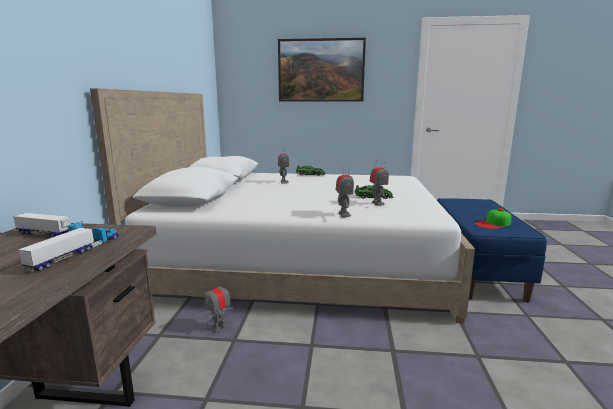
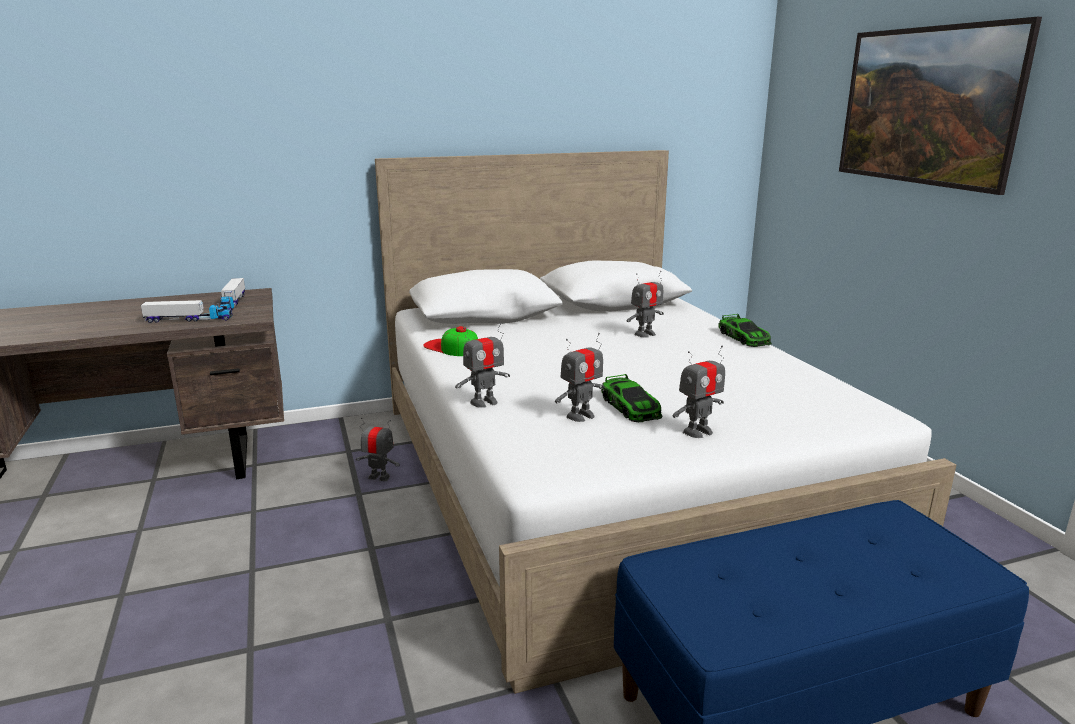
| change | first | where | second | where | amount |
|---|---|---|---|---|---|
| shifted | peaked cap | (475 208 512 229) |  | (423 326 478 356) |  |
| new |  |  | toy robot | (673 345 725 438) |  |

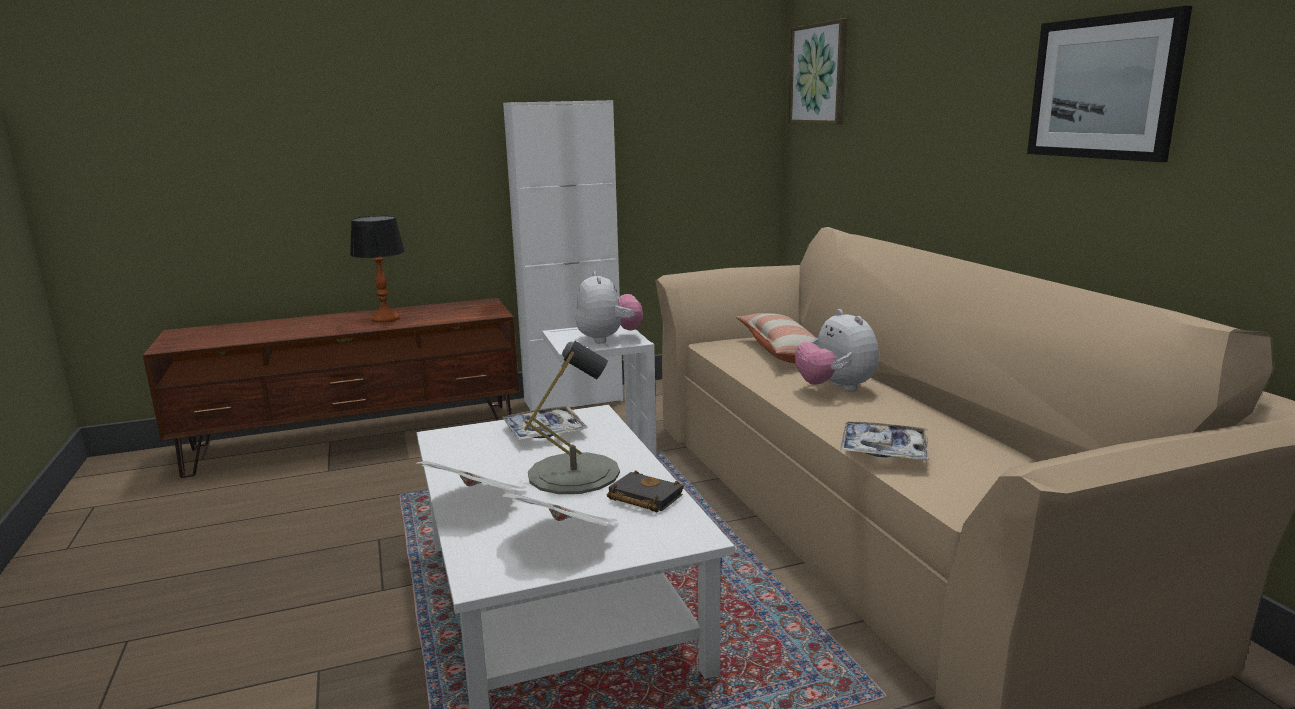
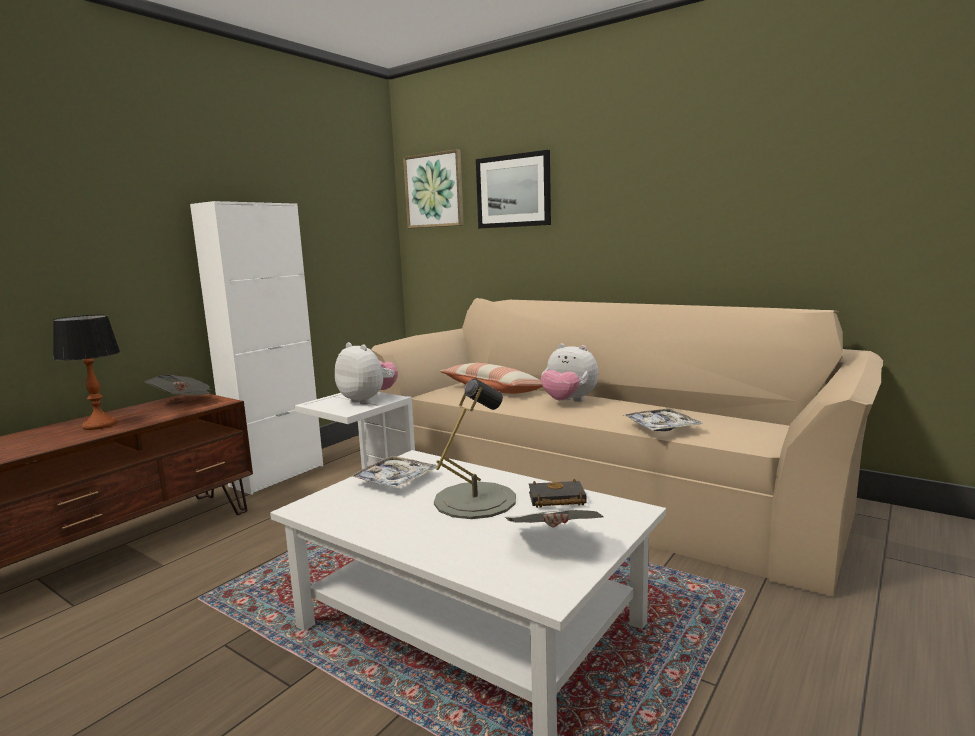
| change | first | where | second | where | amount |
|---|---|---|---|---|---|
| shifted | daily paper | (417 461 527 491) |  | (144 375 212 395) |  |
| shifted | wall art | (1027 6 1192 162) |  | (476 150 551 228) |  |

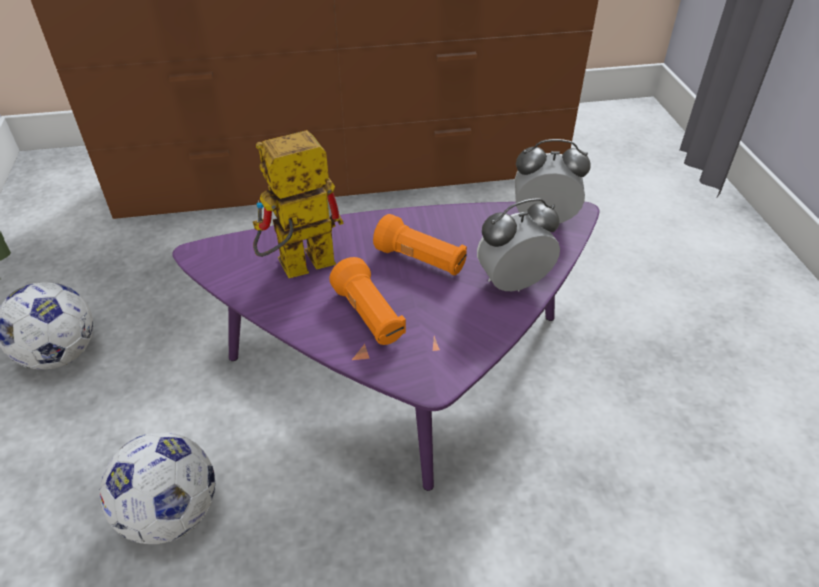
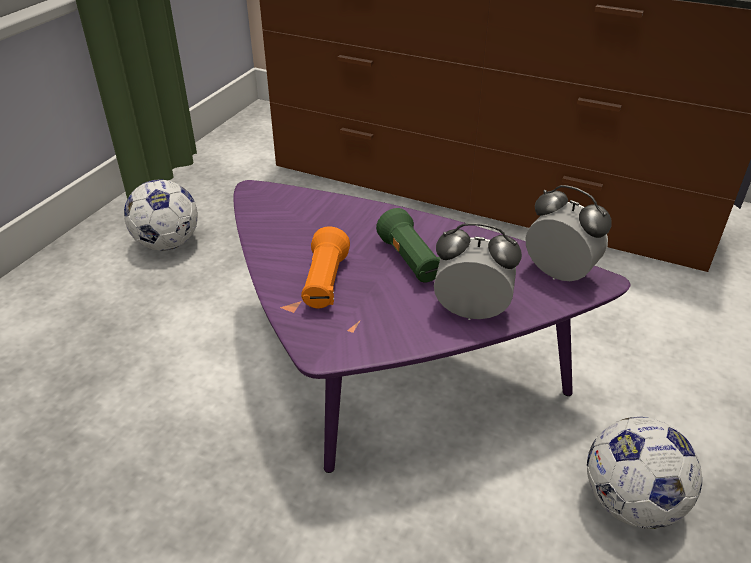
| change | first | where | second | where | amount |
|---|---|---|---|---|---|
| repainted | hand torch (orange) | (373 214 467 275) | hand torch (green-coloured) | (376 208 440 282) |  |
| shifted | football | (99 432 215 544) |  | (587 417 702 529) |  |
| gone | toy robot | (253 130 344 278) |  |  |  |

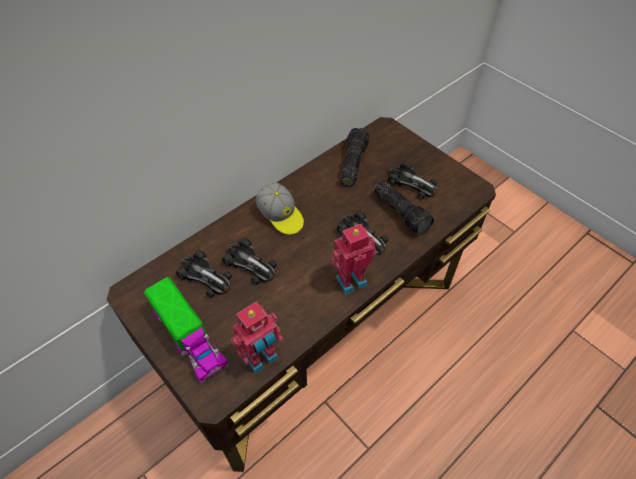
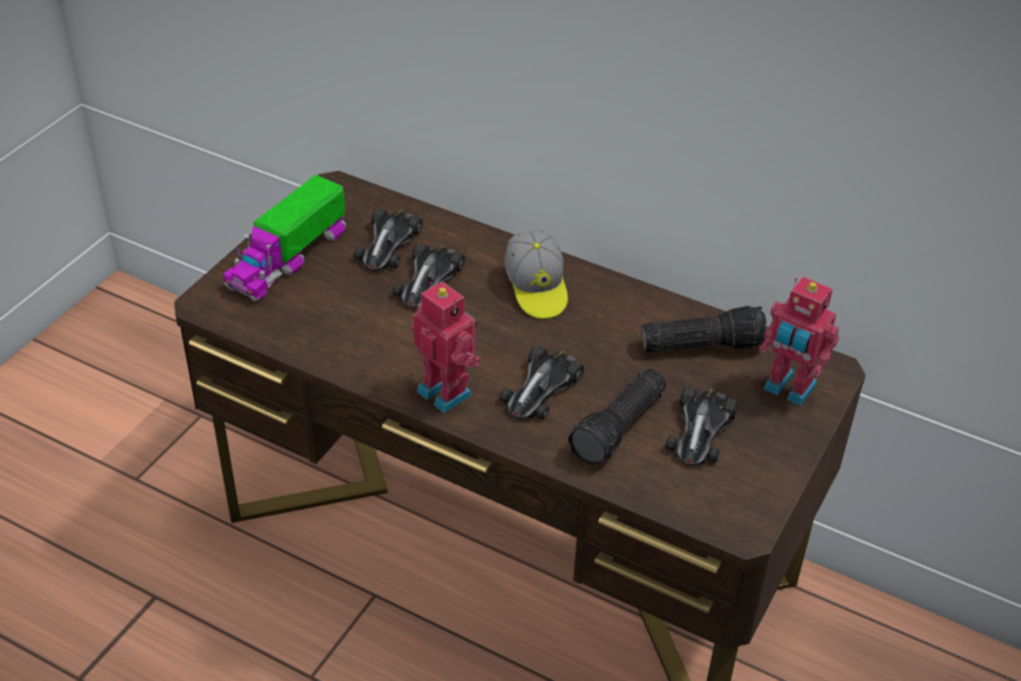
| change | first | where | second | where | amount |
|---|---|---|---|---|---|
| rotated | peaked cap | (256 182 304 235) |  | (505 231 568 319) | 45 degrees counterclockwise |
| shifted | toy robot | (231 302 284 374) |  | (760 276 839 406) |  |

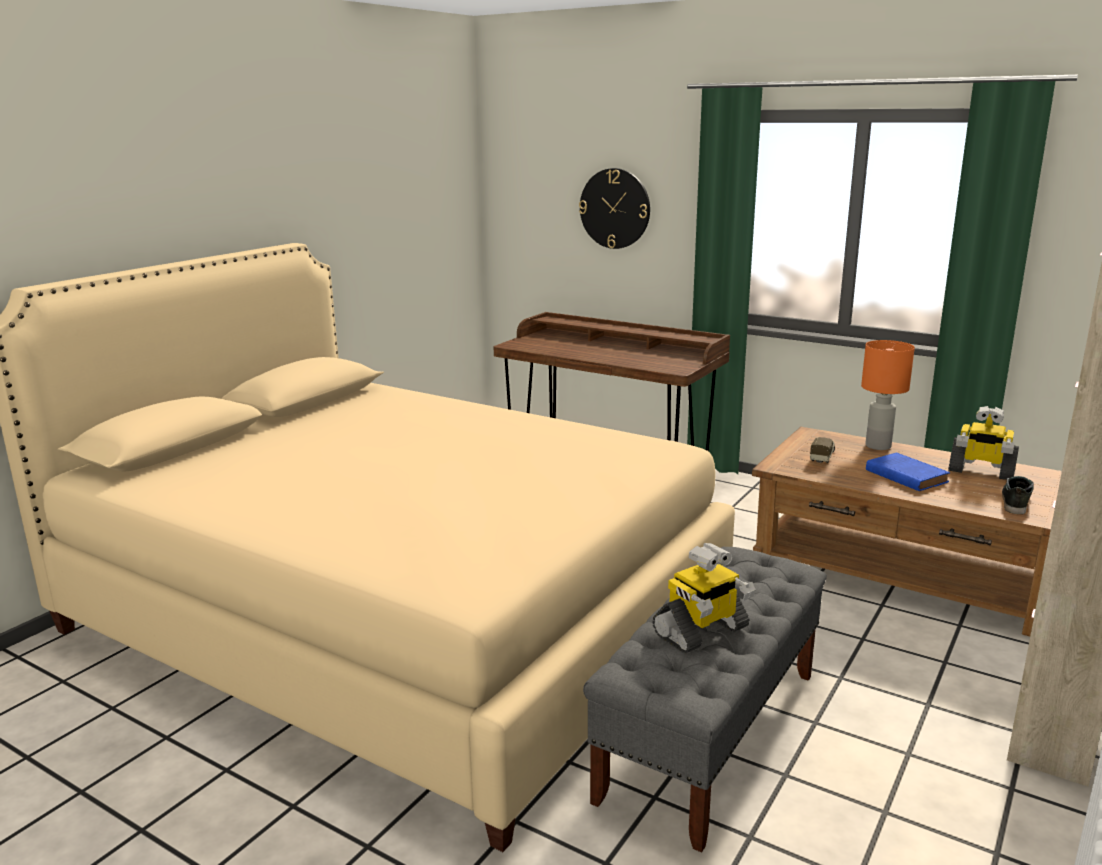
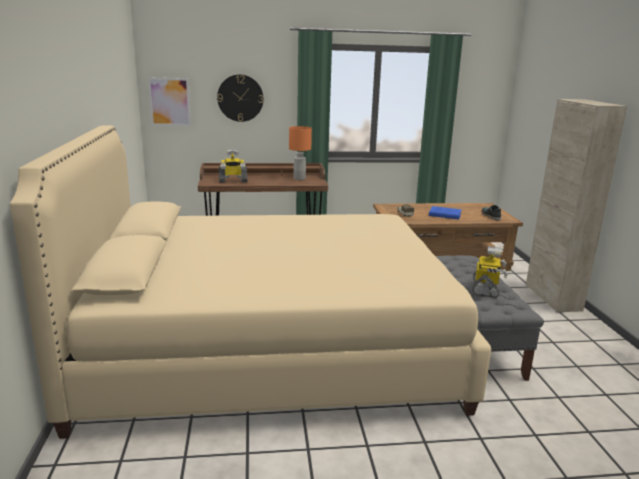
| change | first | where | second | where | amount |
|---|---|---|---|---|---|
| new |  |  | wall art | (148 77 191 126) |  |
| shifted | toy robot | (948 406 1019 480) |  | (219 149 248 183) |  |
| shifted | tabletop lamp (orange) | (861 340 915 450) |  | (289 126 312 180) |  |

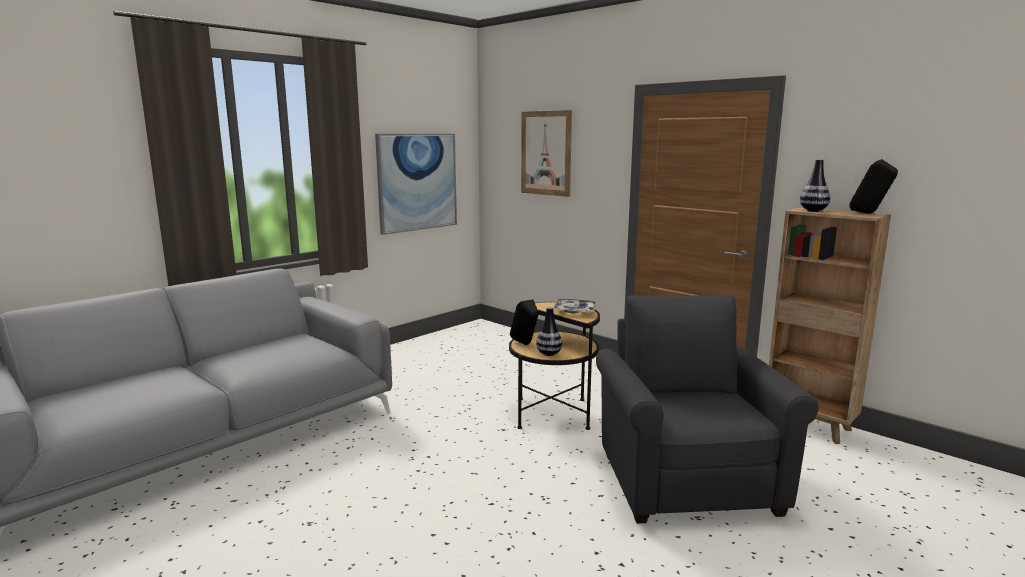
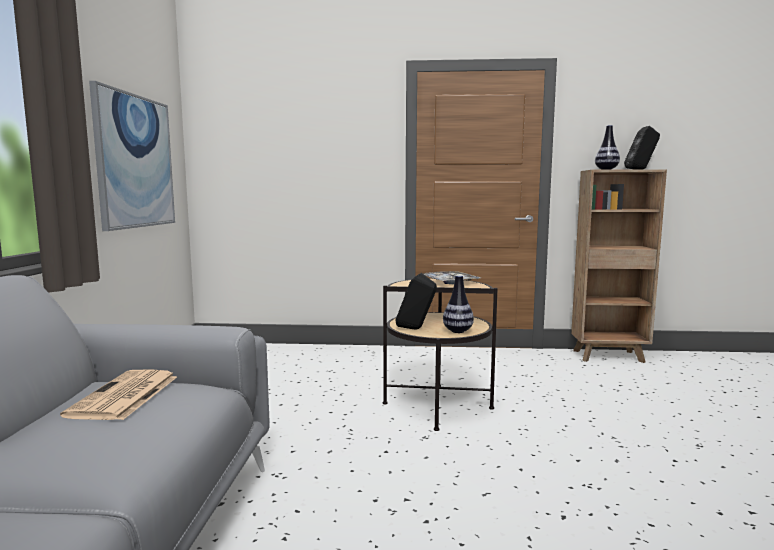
| change | first | where | second | where | amount |
|---|---|---|---|---|---|
| new |  |  | daily paper | (60 369 177 420) |  |
| gone | wall art | (521 110 572 197) |  |  |  |
| gone | armchair (greyish) | (596 294 819 524) |  |  |  |

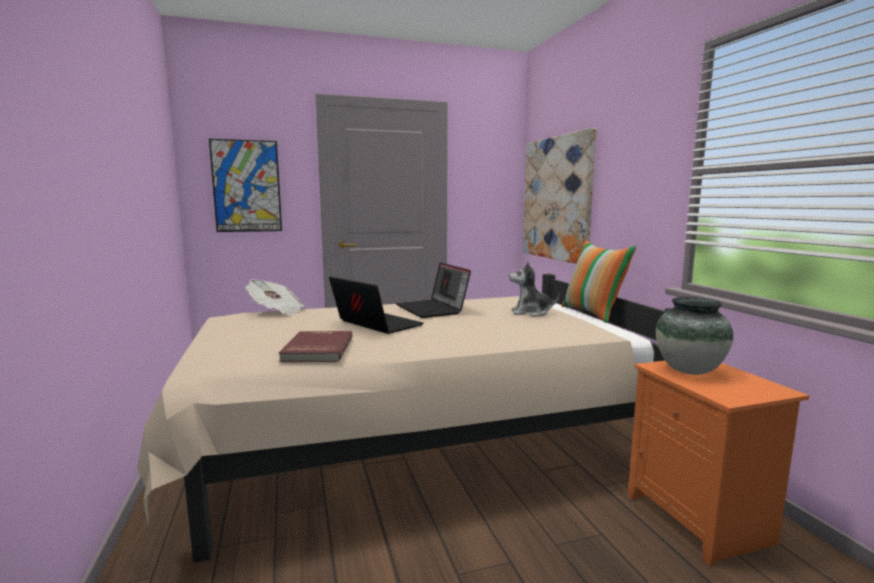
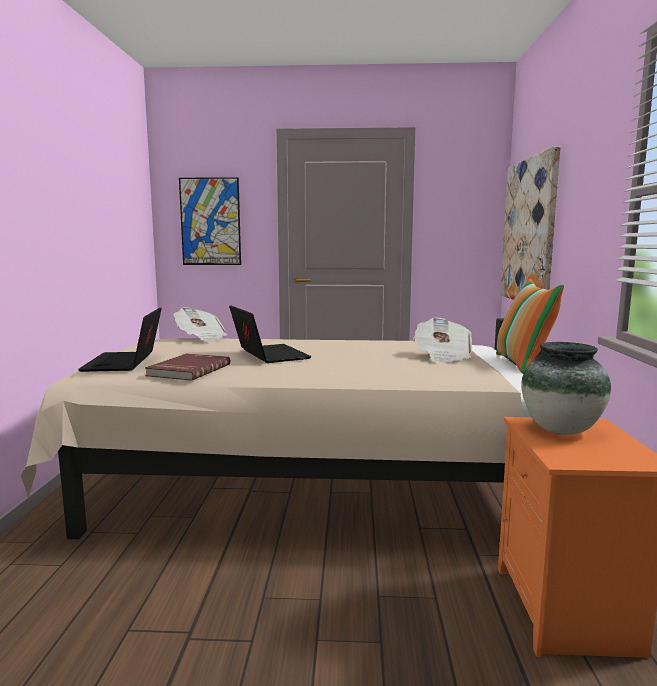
| change | first | where | second | where | amount |
|---|---|---|---|---|---|
| shifted | laptop | (396 263 471 318) |  | (78 307 162 372) |  |
| swapped | cuddly toy | (509 262 560 316) | daily paper | (413 318 472 364) |  |

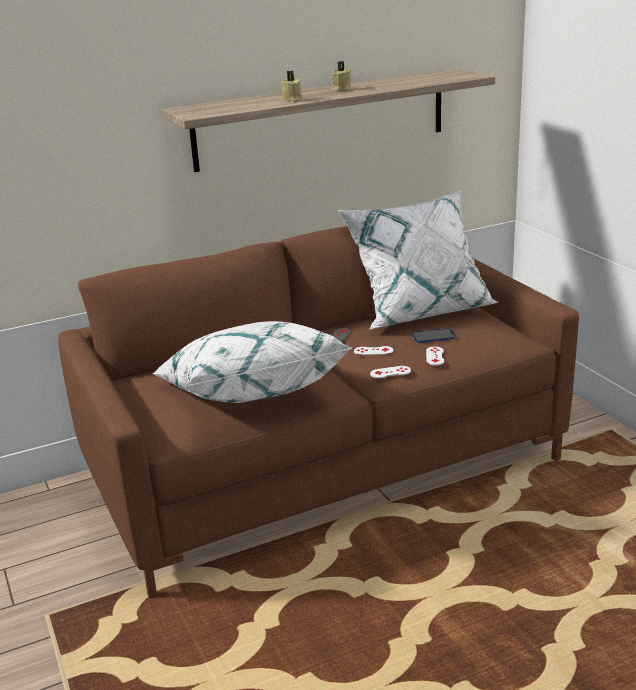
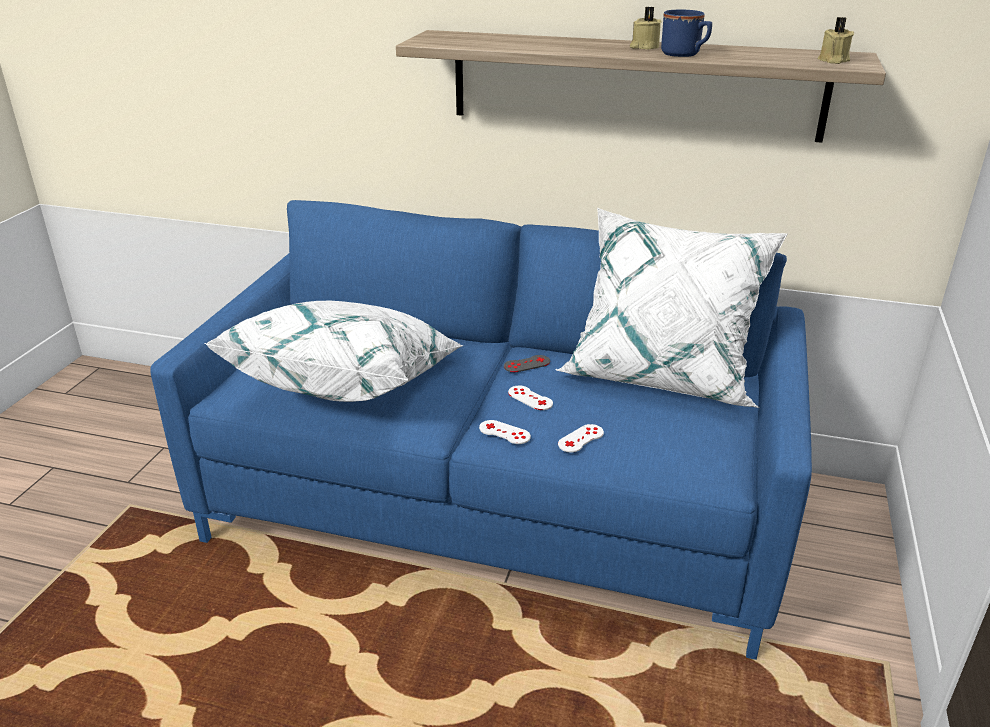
| change | first | where | second | where | amount |
|---|---|---|---|---|---|
| repainted | couch (brown-coloured) | (58 226 579 599) | couch (blue-coloured) | (150 200 812 660) |  |
| new |  |  | mug (blue-coloured) | (661 10 712 57) |  |
| shifted | wax candle (beige) | (281 71 303 102) |  | (818 17 854 64) |  |
| gone | telephone | (412 328 456 343) |  |  |  |

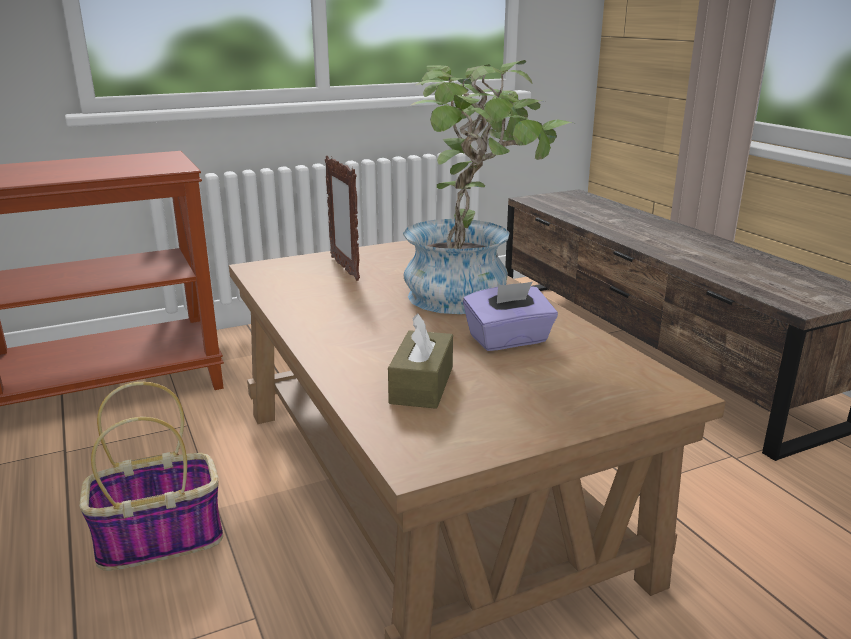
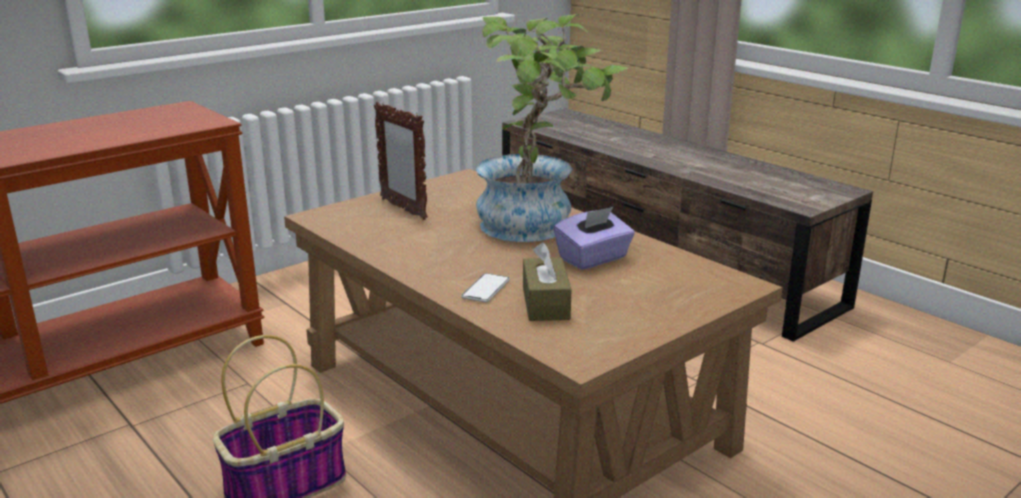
| change | first | where | second | where | amount |
|---|---|---|---|---|---|
| new |  |  | telephone | (461 273 510 302) |  |

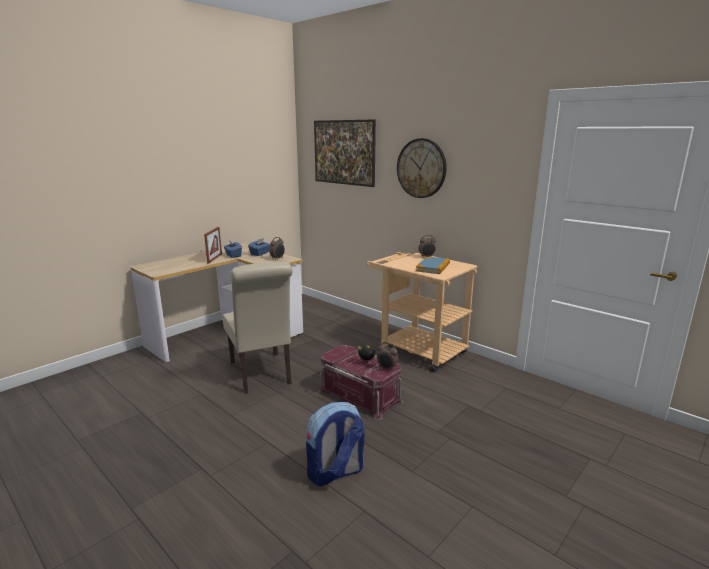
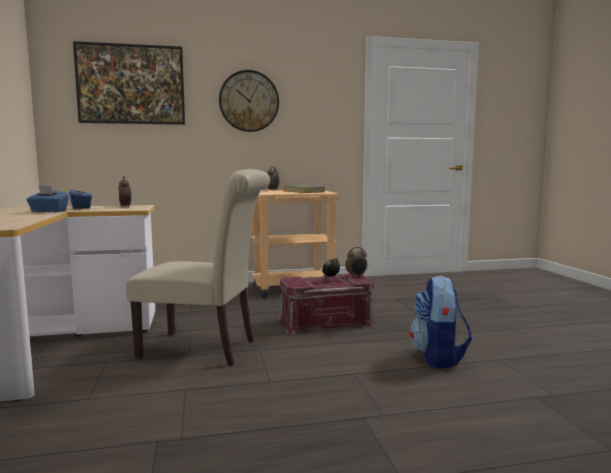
| change | first | where | second | where | amount |
|---|---|---|---|---|---|
| gone | picture frame | (204 227 222 264) |  |  |  |

